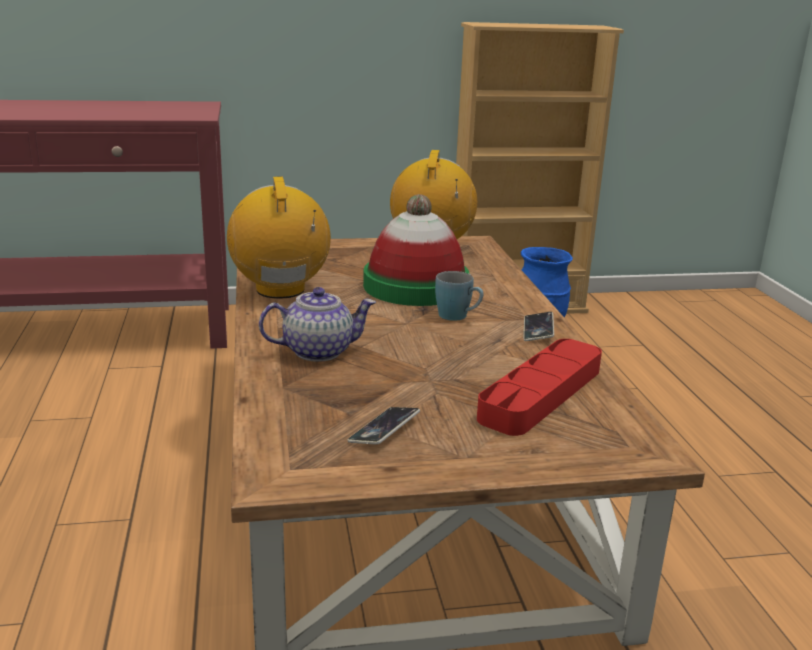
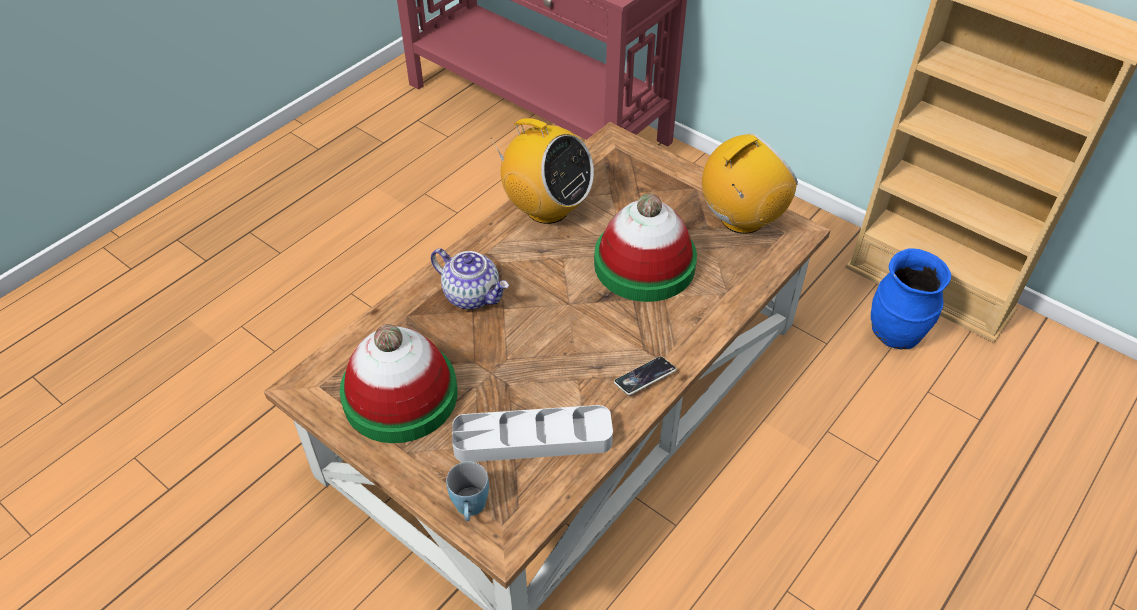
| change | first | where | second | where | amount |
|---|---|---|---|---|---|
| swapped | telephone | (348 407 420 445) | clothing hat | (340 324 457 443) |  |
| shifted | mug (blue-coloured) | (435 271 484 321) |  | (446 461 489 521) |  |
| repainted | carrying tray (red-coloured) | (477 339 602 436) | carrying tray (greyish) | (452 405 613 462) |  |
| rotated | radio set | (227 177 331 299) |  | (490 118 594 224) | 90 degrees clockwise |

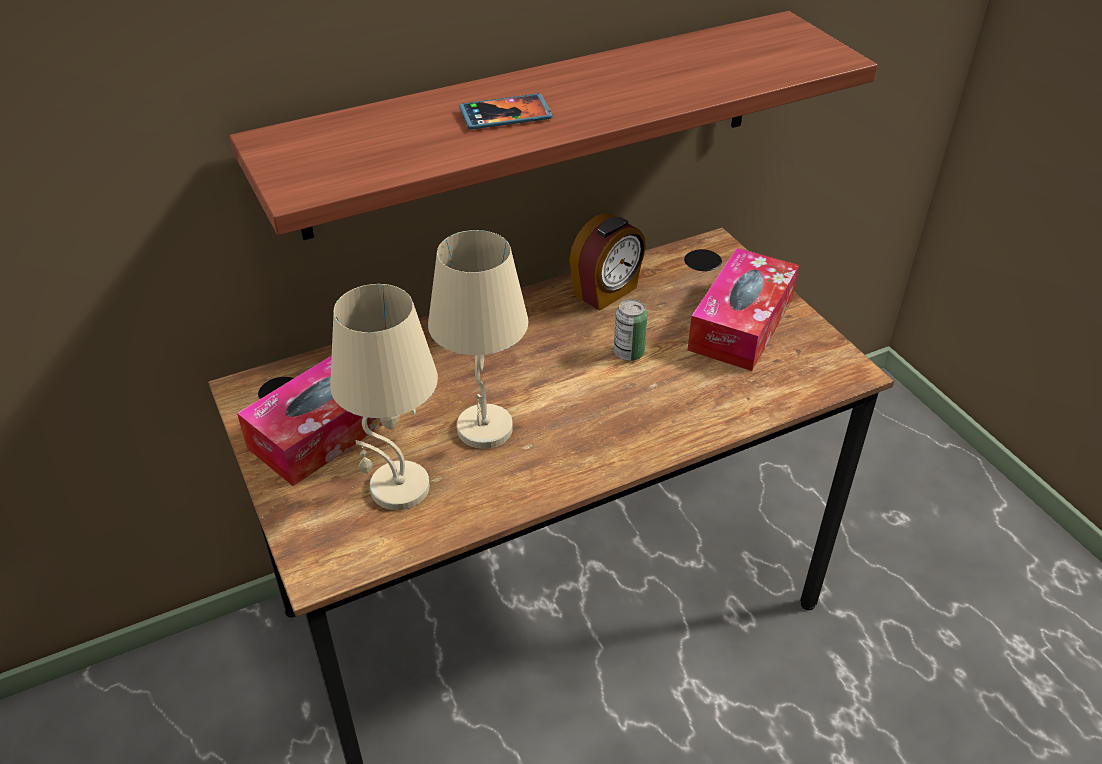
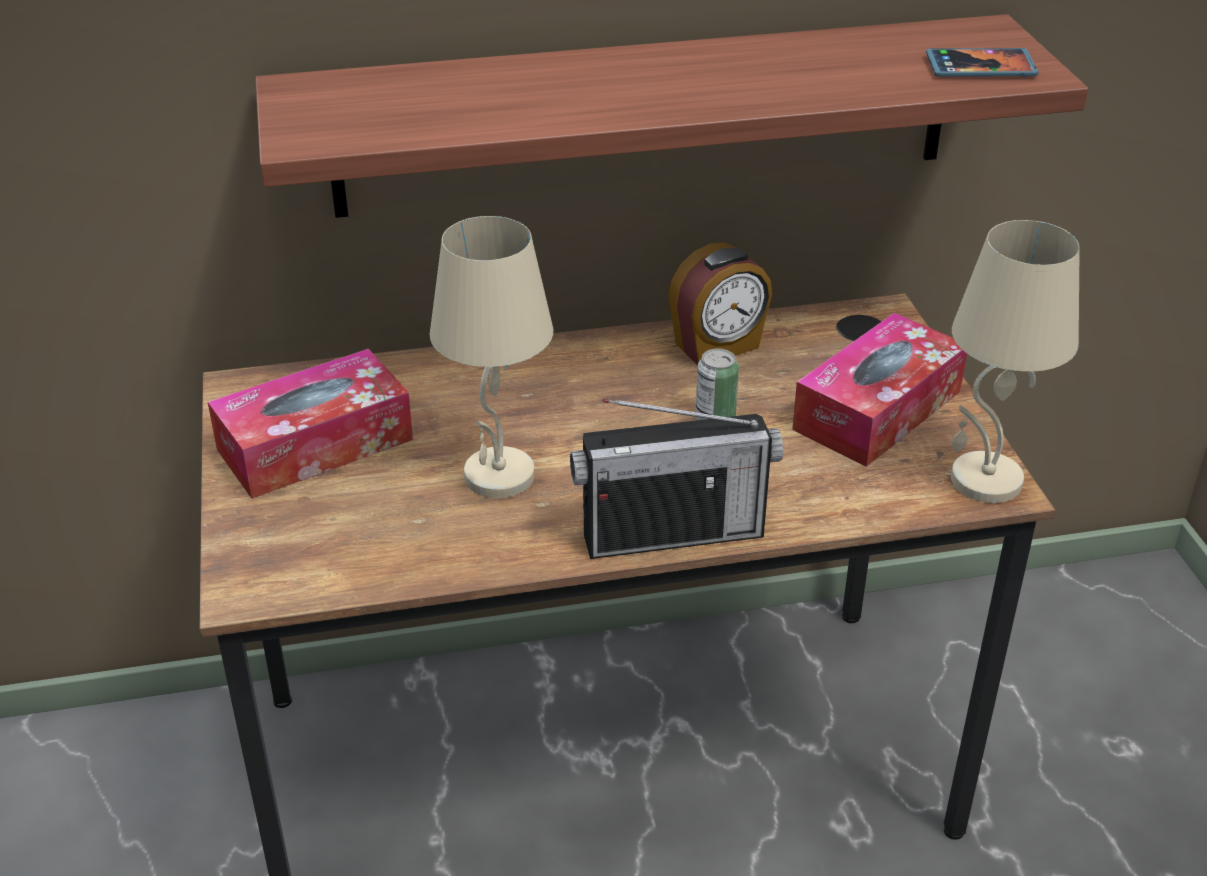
| change | first | where | second | where | amount |
|---|---|---|---|---|---|
| new |  |  | radio set | (570 398 783 559) |  |
| shifted | telephone | (459 94 553 129) |  | (926 48 1039 77) |  |
| shifted | tabletop lamp (beige) | (330 284 438 510) |  | (951 220 1080 503) |  |

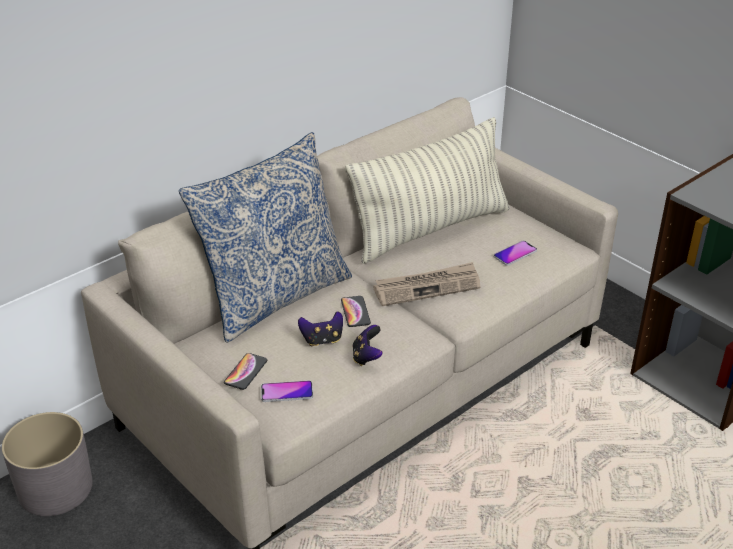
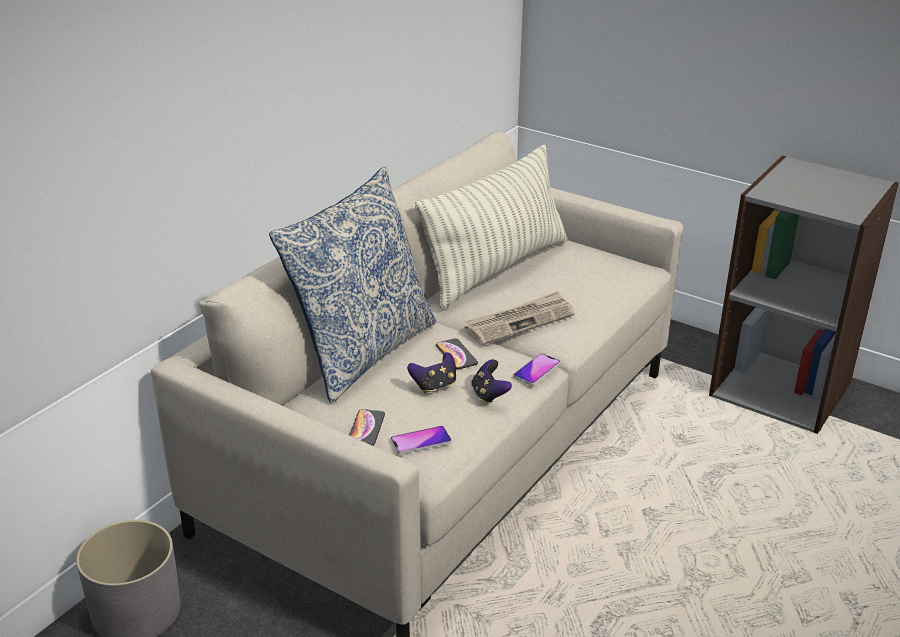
| change | first | where | second | where | amount |
|---|---|---|---|---|---|
| shifted | telephone | (494 240 537 266) |  | (513 353 561 385) |  |

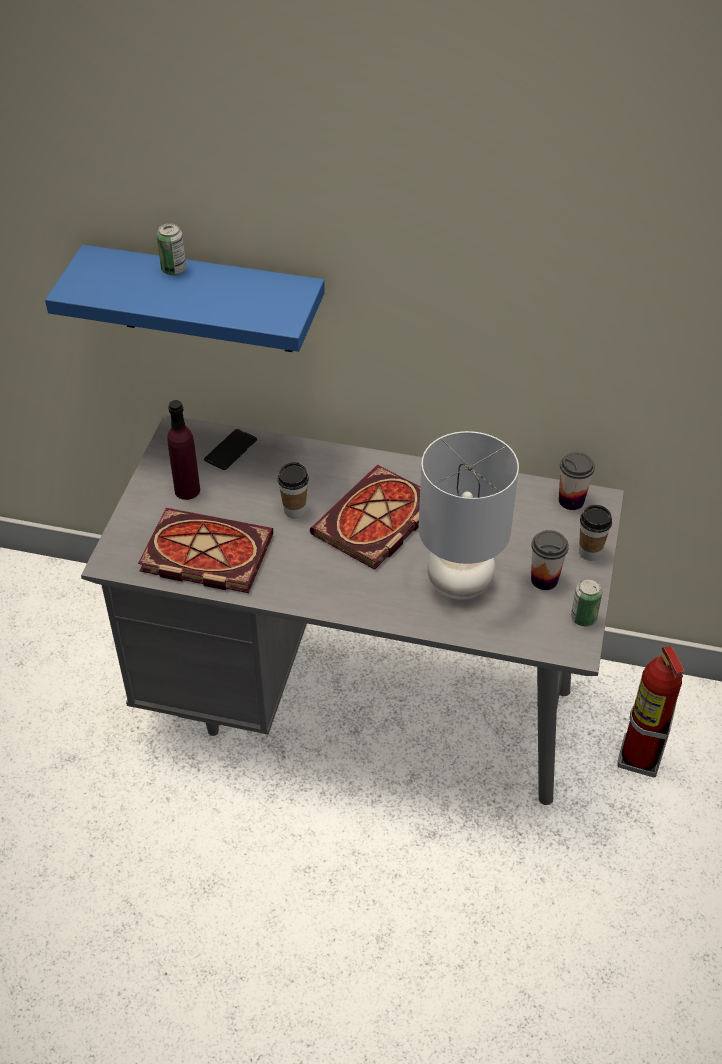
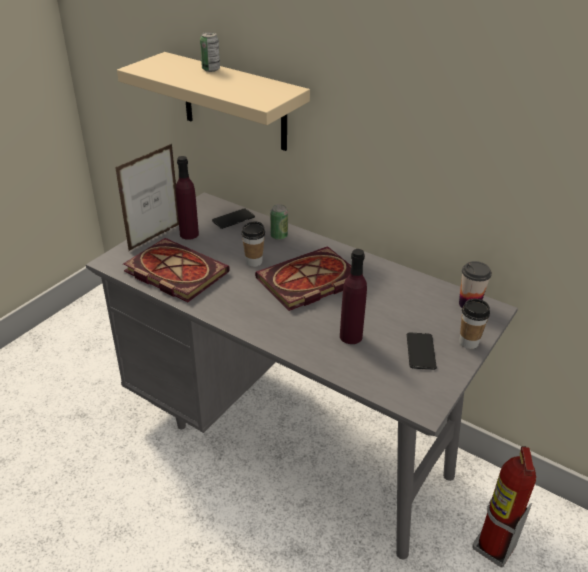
| change | first | where | second | where | amount |
|---|---|---|---|---|---|
| new |  |  | picture frame | (115 144 179 251) |  |
| repainted | bracket shelf (blue-coloured) | (45 245 325 352) | bracket shelf (beige) | (117 52 310 151) |  |
| shifted | metal can | (571 578 602 626) |  | (270 204 288 240) |  |
| swapped | tabletop lamp (greyish) | (418 431 519 600) | bottle (purple-coloured) | (340 249 367 344) |  |
| swapped | drinking cup | (531 530 569 590) | telephone | (407 333 437 370) |  |

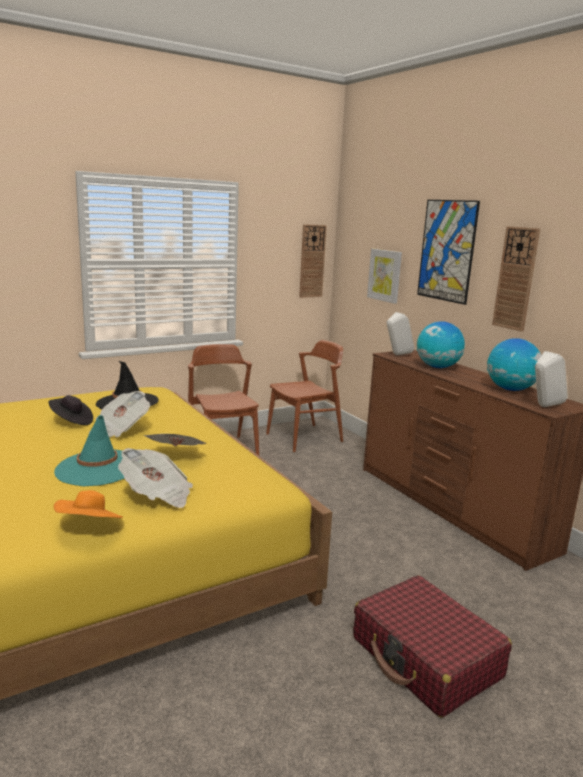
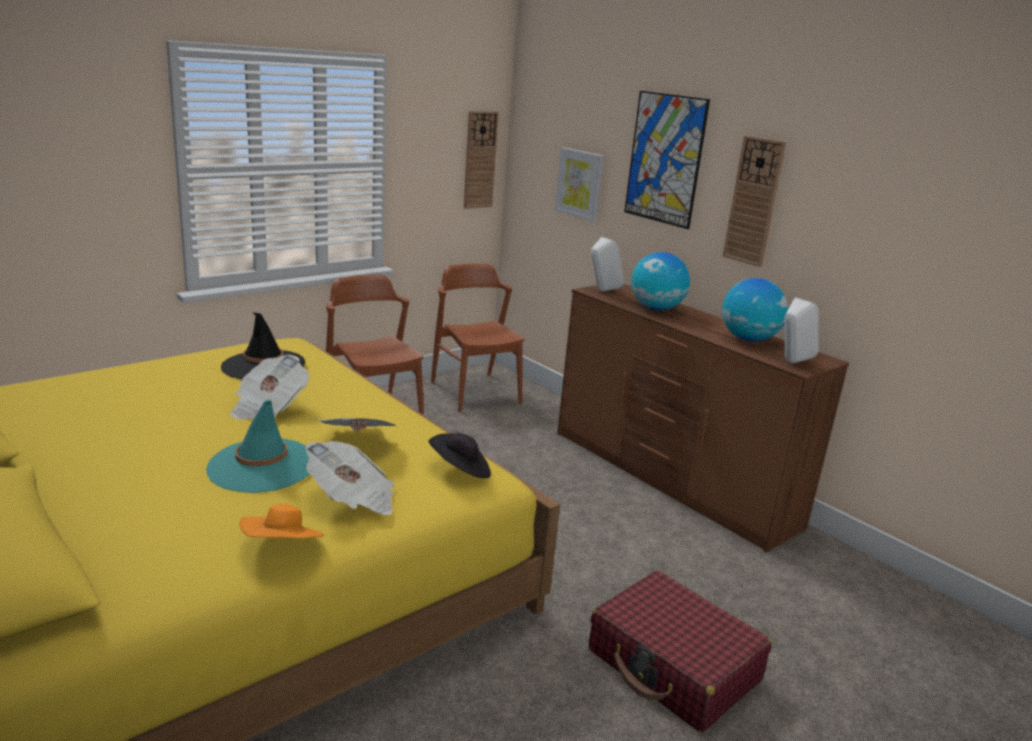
| change | first | where | second | where | amount |
|---|---|---|---|---|---|
| shifted | clothing hat (blackish) | (48 395 93 425) |  | (428 433 491 478) |  |
| rotated | upright chair (brown-coloured) | (266 340 343 452) |  | (431 264 525 412) | 75 degrees counterclockwise |

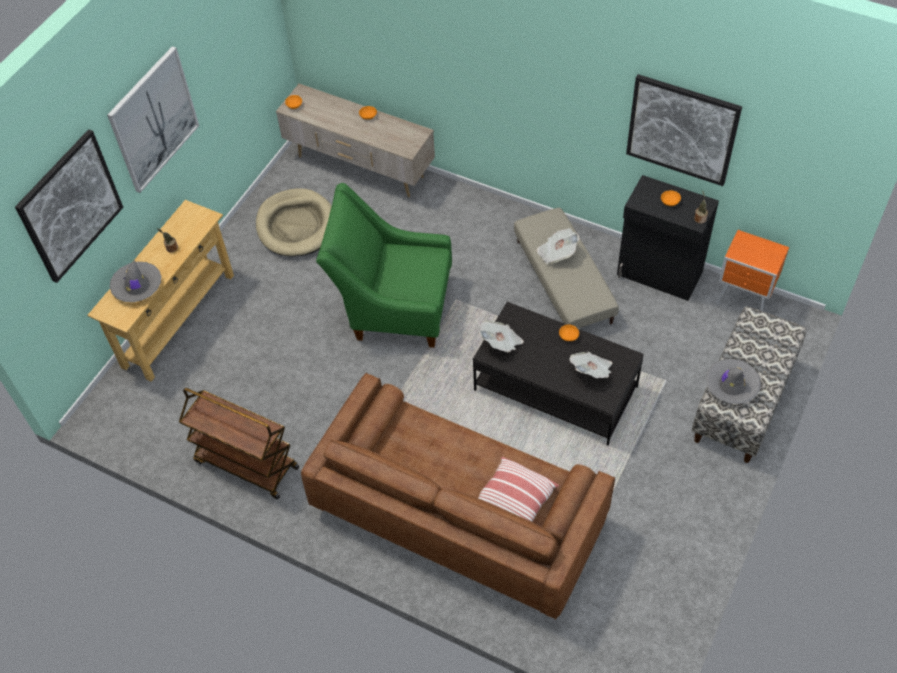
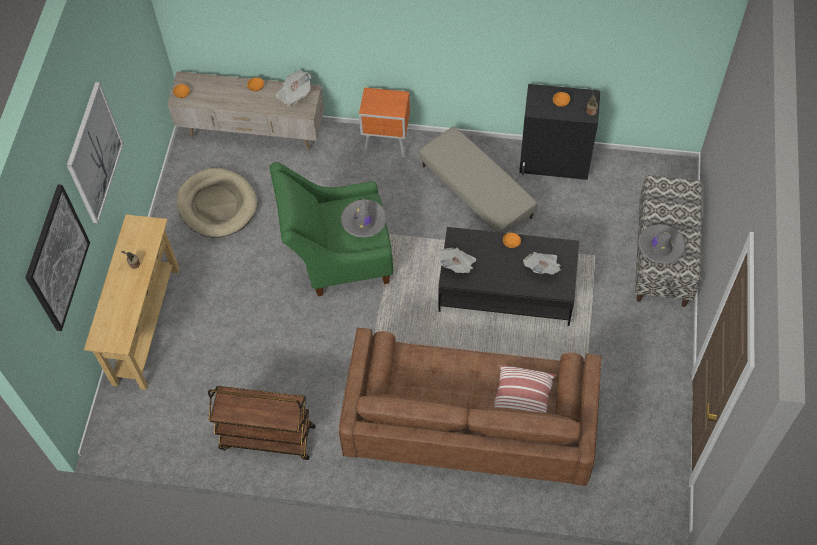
| change | first | where | second | where | amount |
|---|---|---|---|---|---|
| shifted | daily paper | (537 228 580 265) |  | (276 70 311 107) |  |
| shifted | clothing hat (greyish) | (110 260 161 302) |  | (341 199 387 238) |  |
| shifted | bedside table (orange) | (715 230 789 311) |  | (359 87 410 158) |  |
| gone | wall art | (626 74 742 186) |  |  |  |

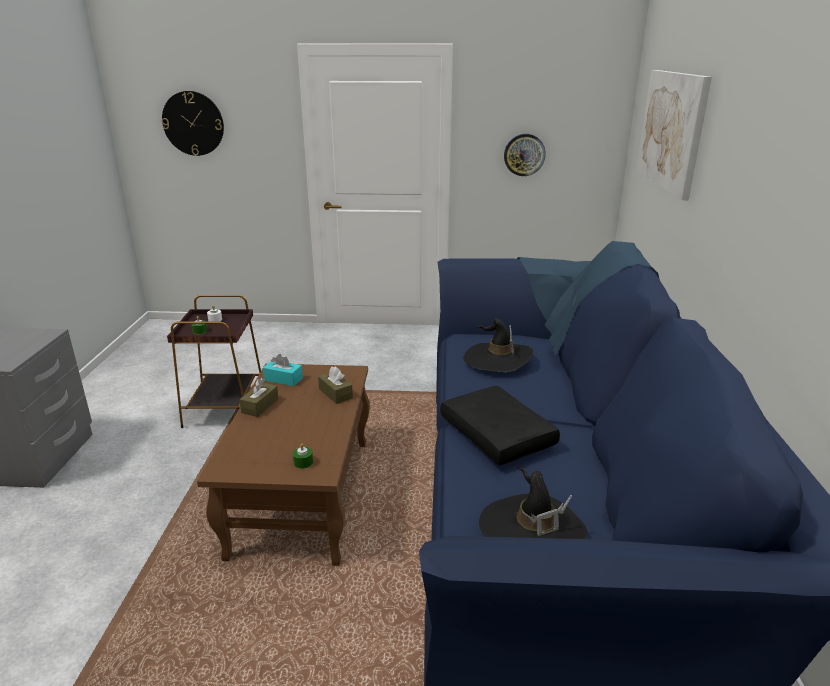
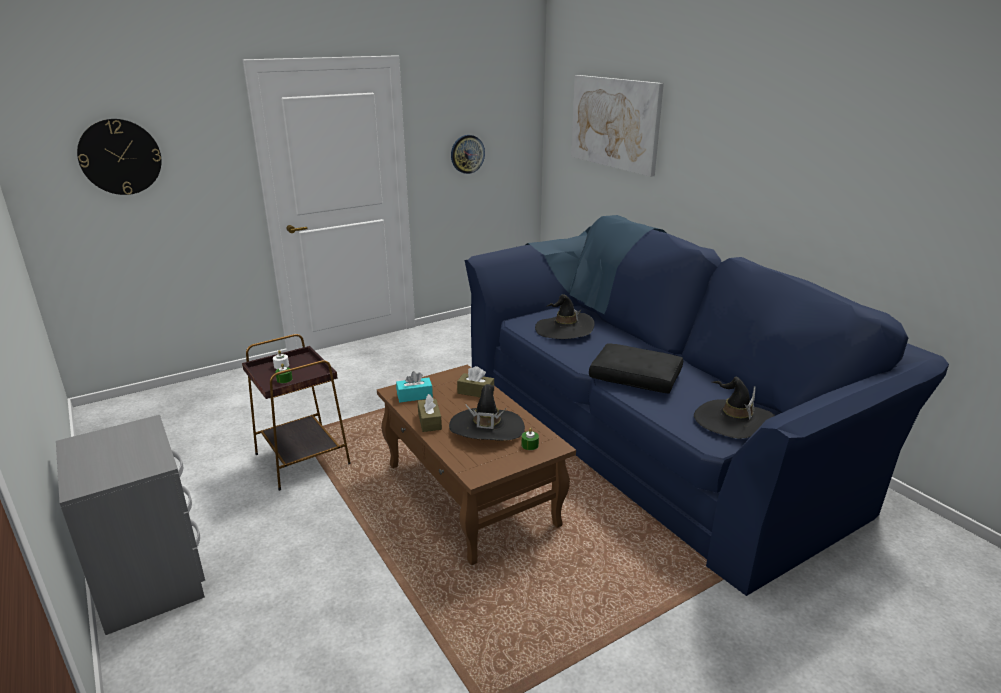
| change | first | where | second | where | amount |
|---|---|---|---|---|---|
| new |  |  | clothing hat (blackish) | (449 384 525 441) |  |

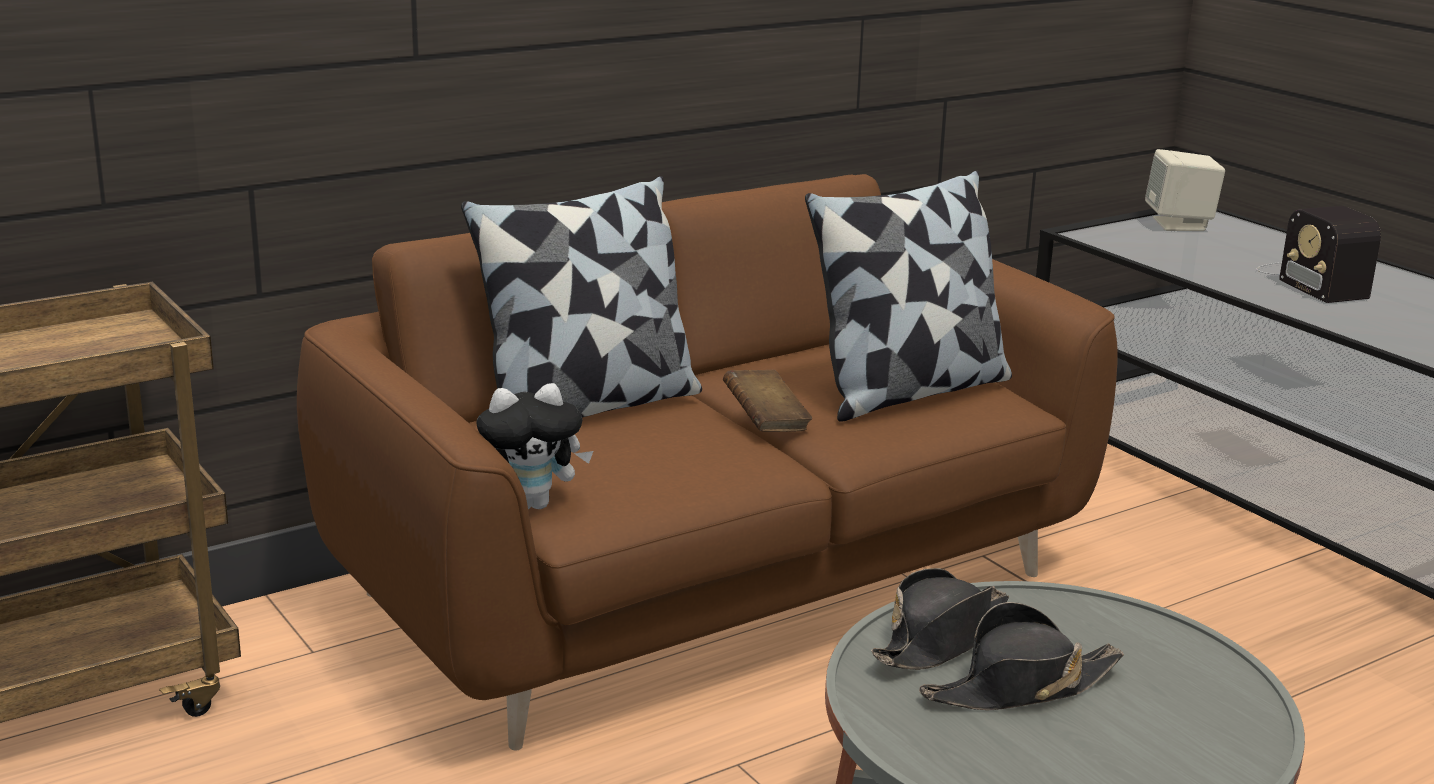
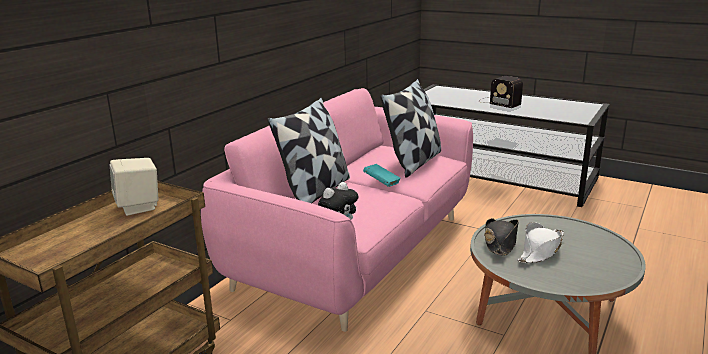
| change | first | where | second | where | amount |
|---|---|---|---|---|---|
| shifted | speaker (beige) | (1145 149 1225 231) |  | (109 158 159 216) |  |
| repainted | couch (brown-coloured) | (297 174 1118 750) | couch (pink) | (201 88 473 332) |  |
| repainted | volume (brown-coloured) | (723 370 812 432) | volume (turquoise) | (363 164 401 187) |  |
| repainted | clothing hat (blackish) | (919 602 1124 710) | clothing hat (whitish) | (518 222 564 263) |  |

